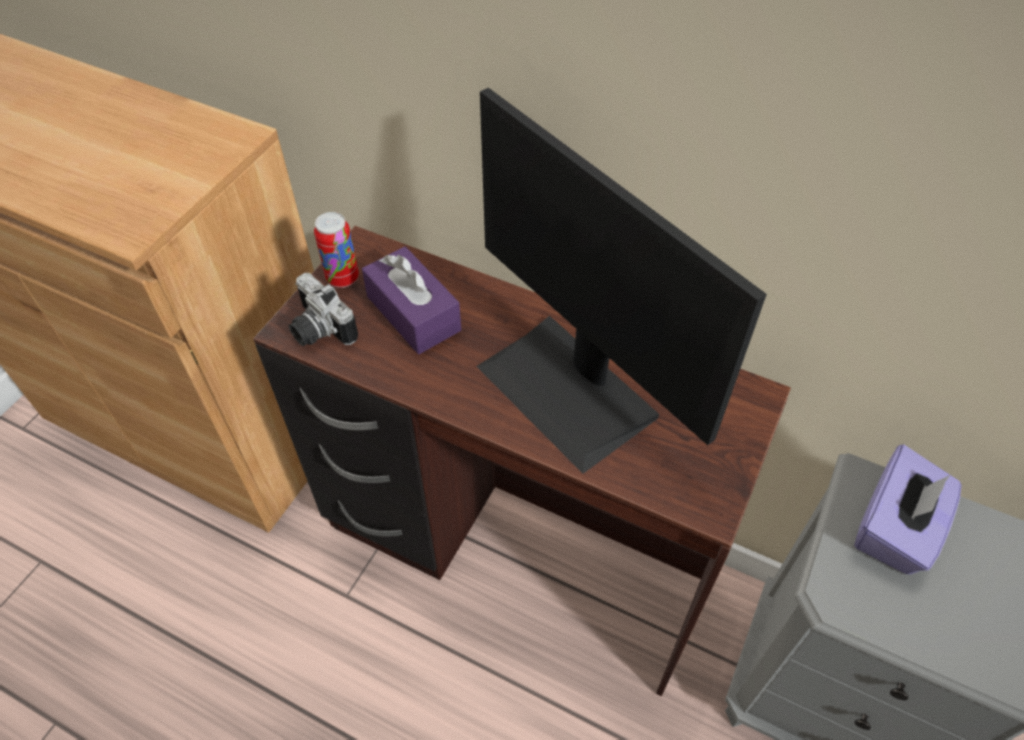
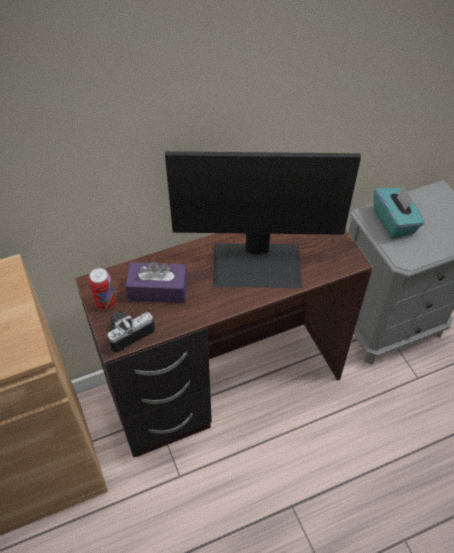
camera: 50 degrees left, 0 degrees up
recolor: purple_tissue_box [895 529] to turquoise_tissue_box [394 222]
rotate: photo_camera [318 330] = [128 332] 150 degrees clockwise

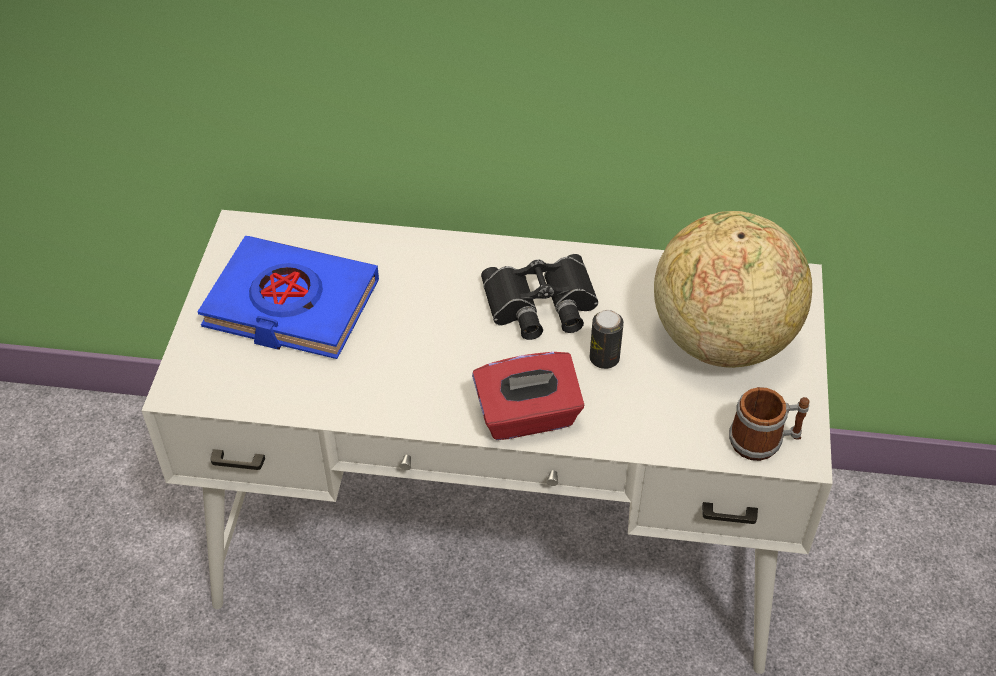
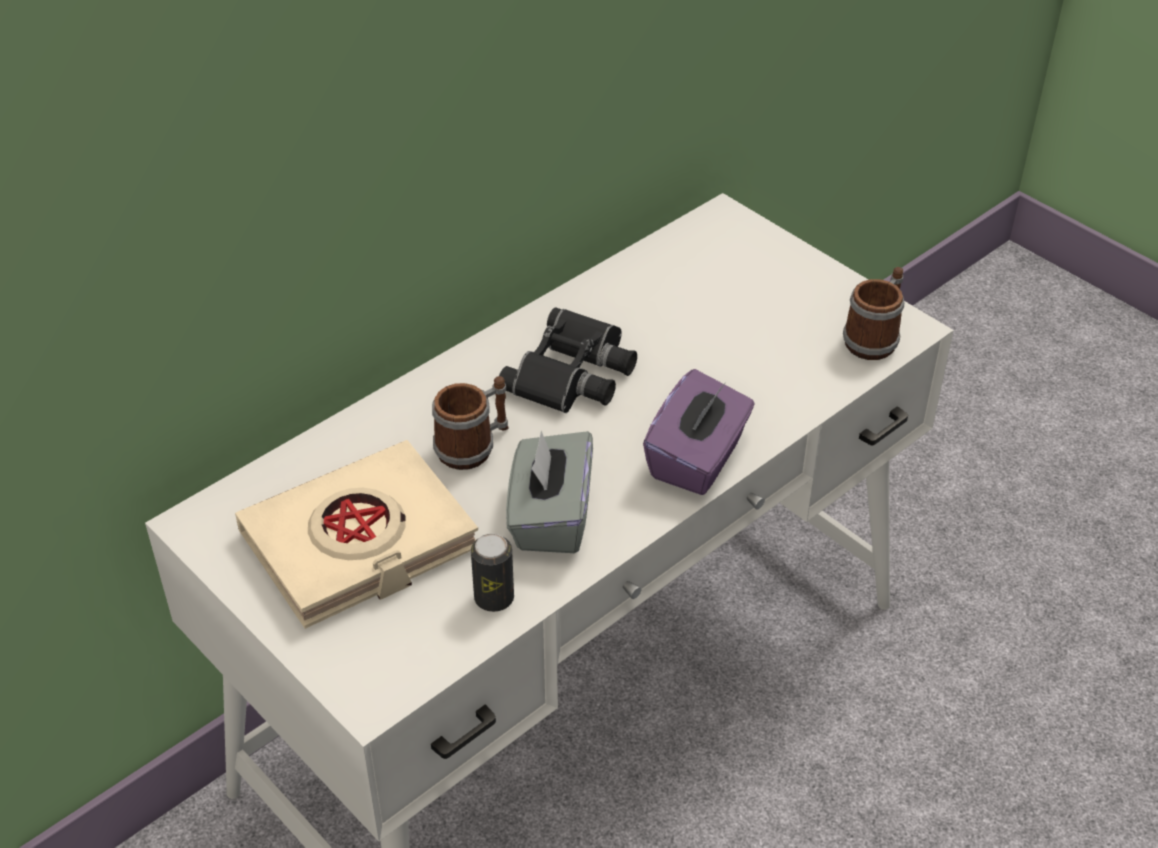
camera: 50 degrees left, 5 degrees down
delete: globe [721 339]
insert: mug [474 446]; grey_tissue_box [550 517]
move: can [604 358] to [494 598]
recolor: blue_book [291 305] to beige_book [359 543]; red_tissue_box [527 417] to purple_tissue_box [698 459]

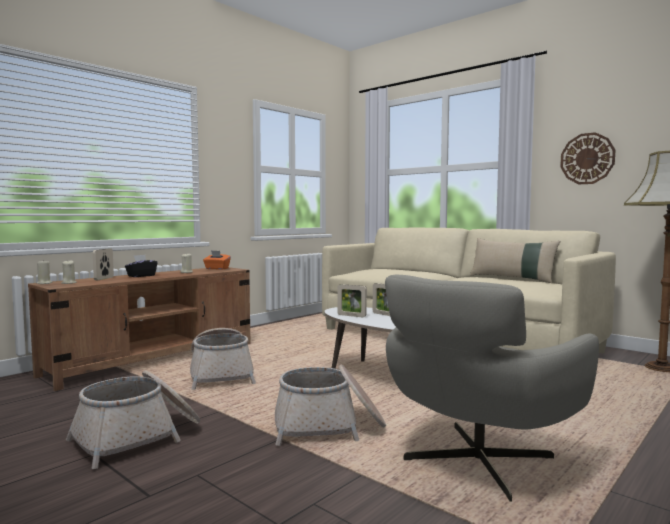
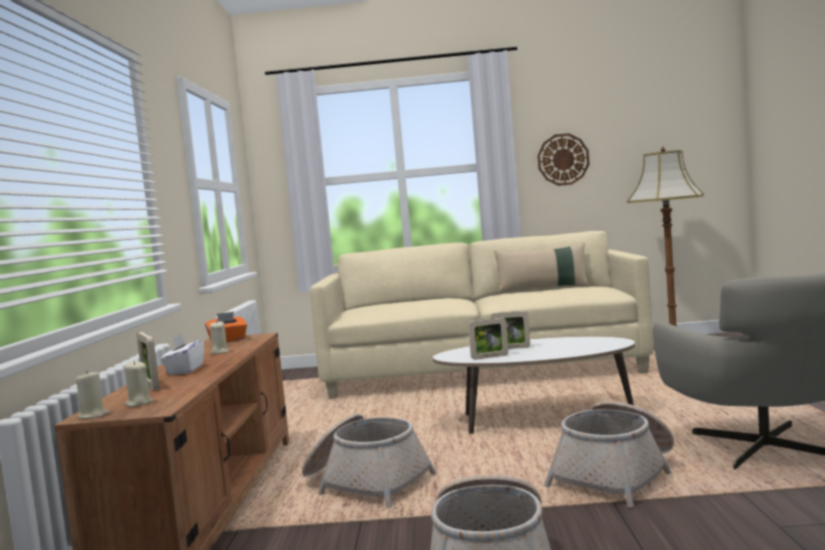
camera: 40 degrees left, 0 degrees up
recolor: black_tissue_box [141 276] to white_tissue_box [185 370]

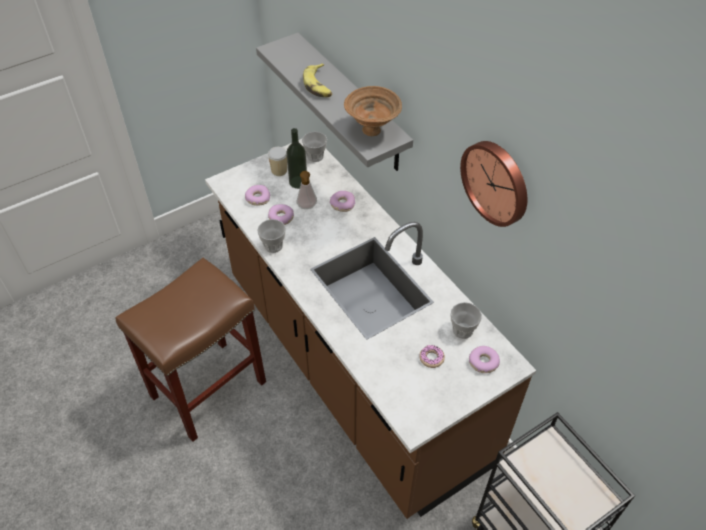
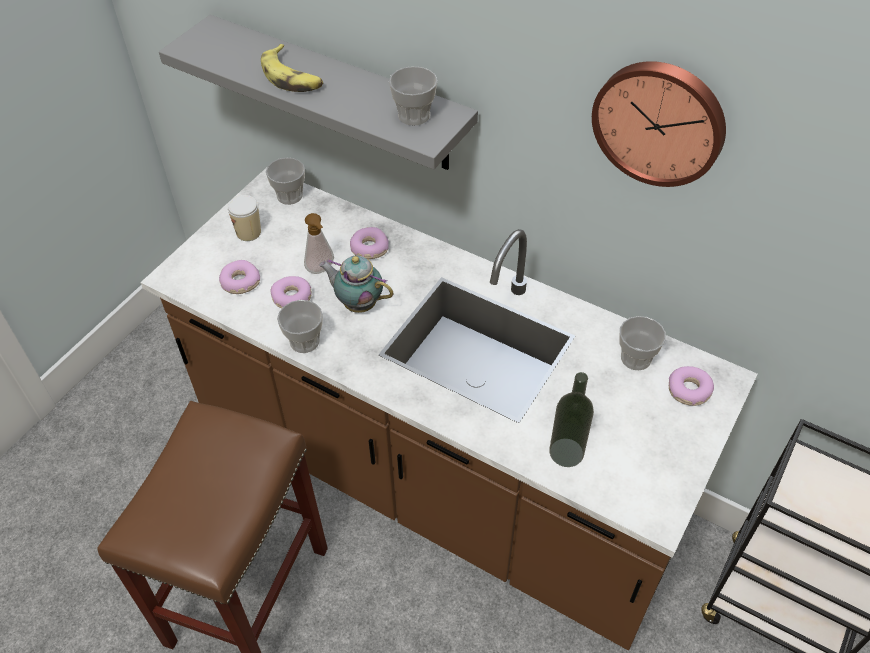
camera: 25 degrees left, 0 degrees up
delete: donut [431 358]
insert: teapot [358 304]
move: bottle [298 182] to [566 452]
replace: brown_bowl [373 131] to cup [414 115]

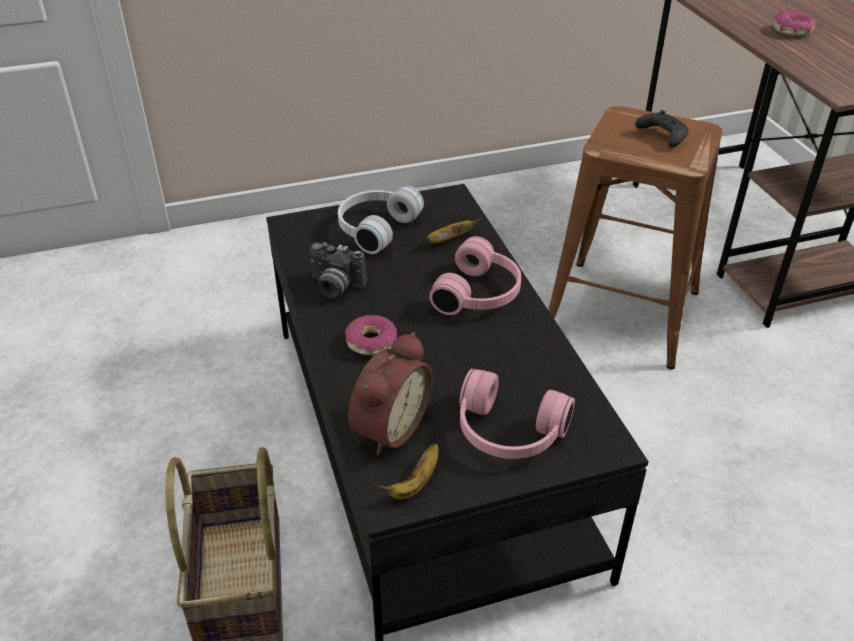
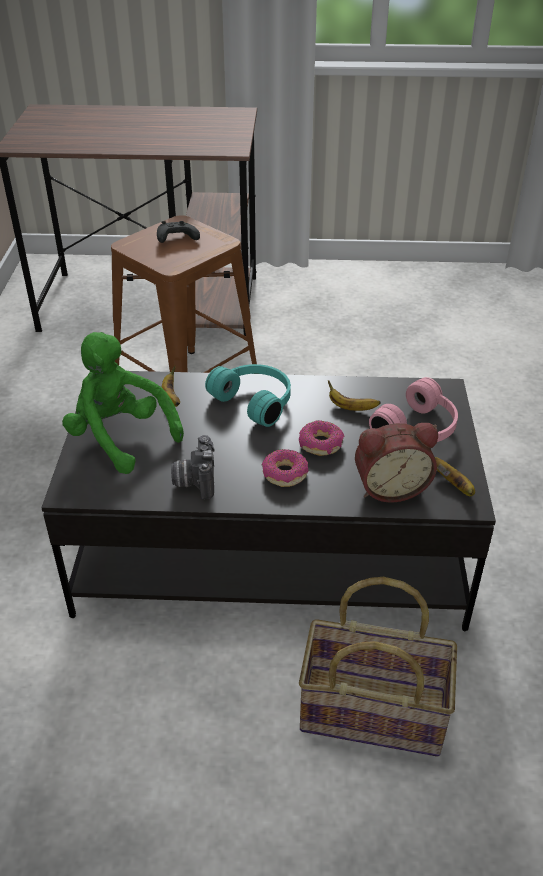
camera: 70 degrees left, 0 degrees up
insert: banana [350 408]
move: donut [791 31] to [321 444]
replace: white_headphones [374 228] to green_plush_toy [120 437]
recolor: pink_headphones [480 294] to turquoise_headphones [256 401]
rotate: photo_camera [334 287] = [194 480] 135 degrees clockwise; alarm_clock [387 427] = [390 487] 120 degrees clockwise

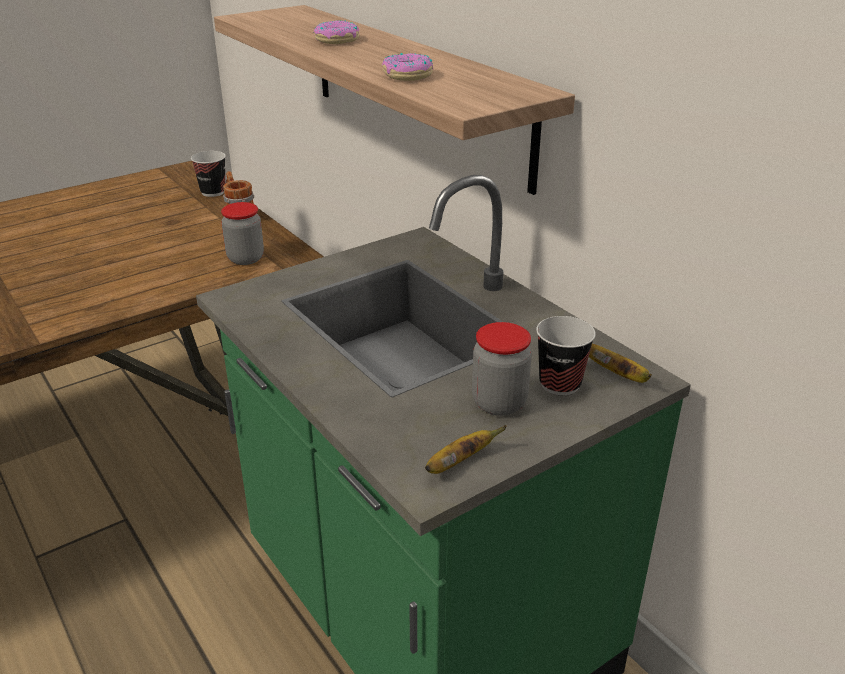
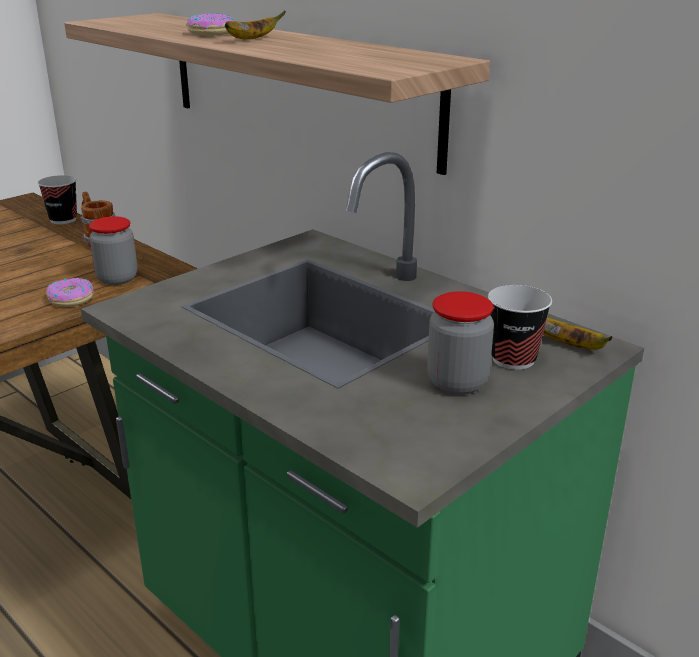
camera: 10 degrees left, 5 degrees down
move: donut [407 75] to [71 299]; banana [459 462] to [251 39]

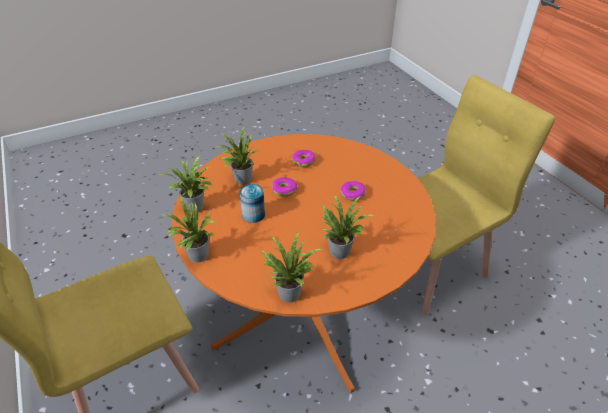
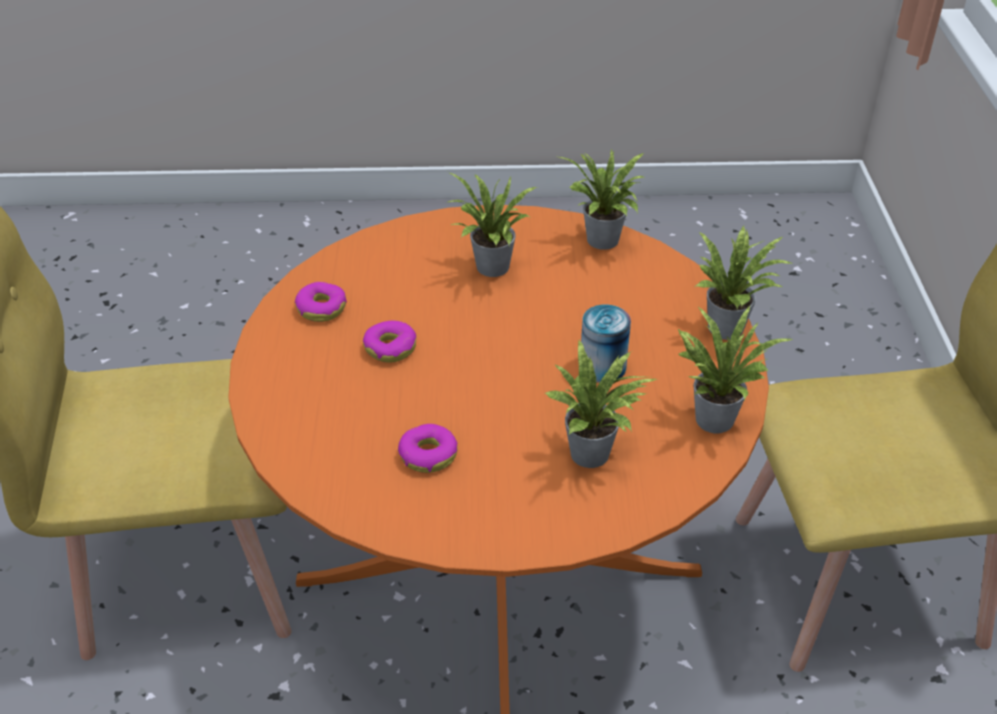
camera: 155 degrees left, 0 degrees up
move: donut [284 190] to [321 308]

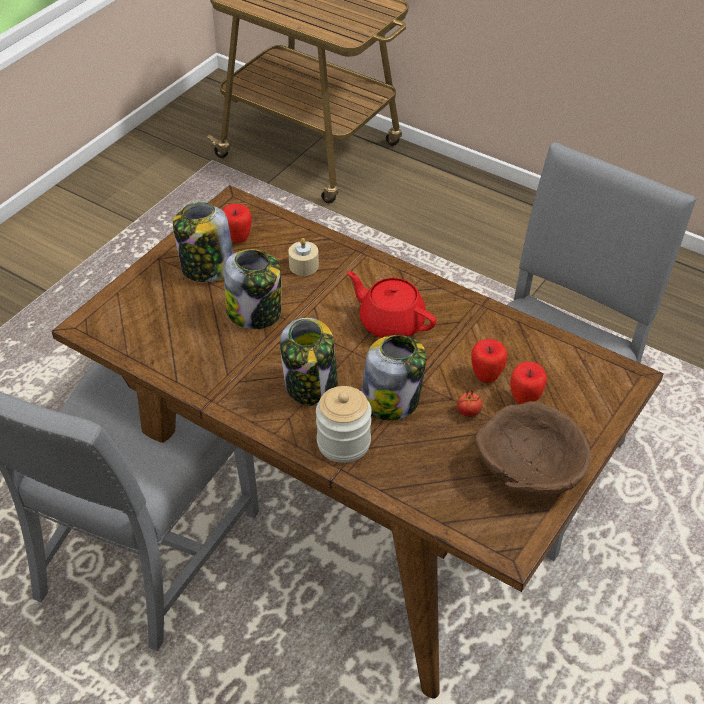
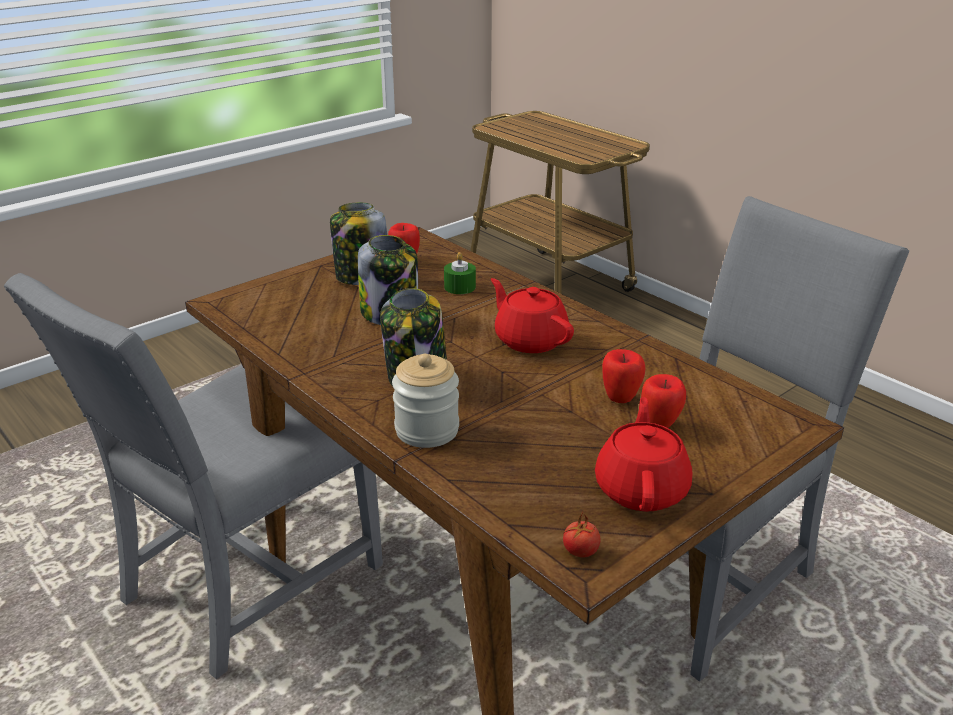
camera: 15 degrees right, 15 degrees down
delete: jar [391 401]
move: tomato [468 412] to [580 552]
replace: brown_bowl [529 467] to red_teapot [641 488]
recolor: beige_candle [304 265] to green_candle [460 287]

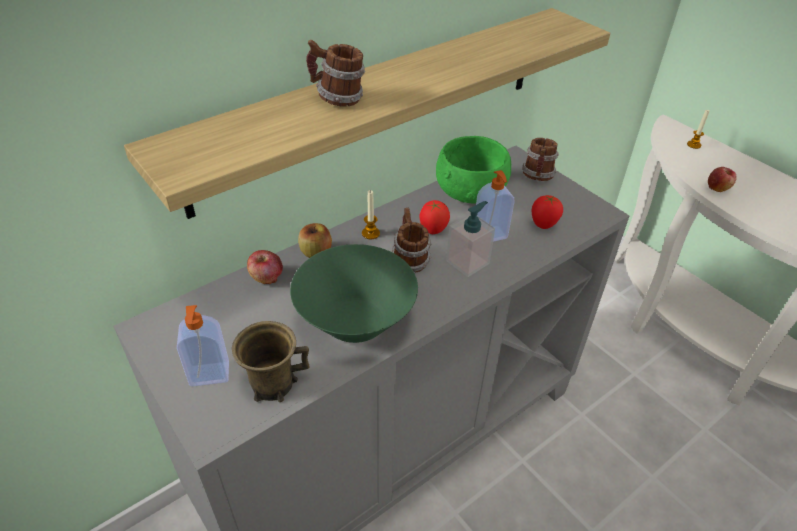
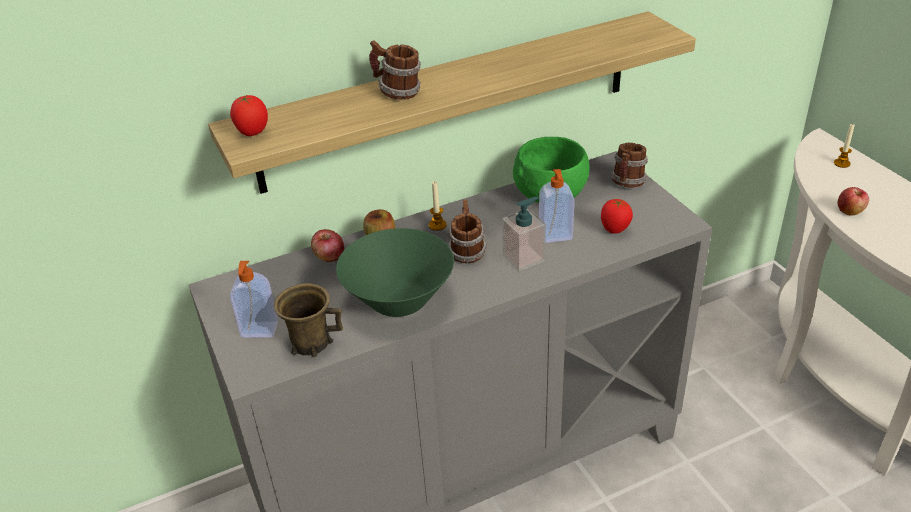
camera: 15 degrees right, 5 degrees down
move: tomato [433 230] to [252 133]

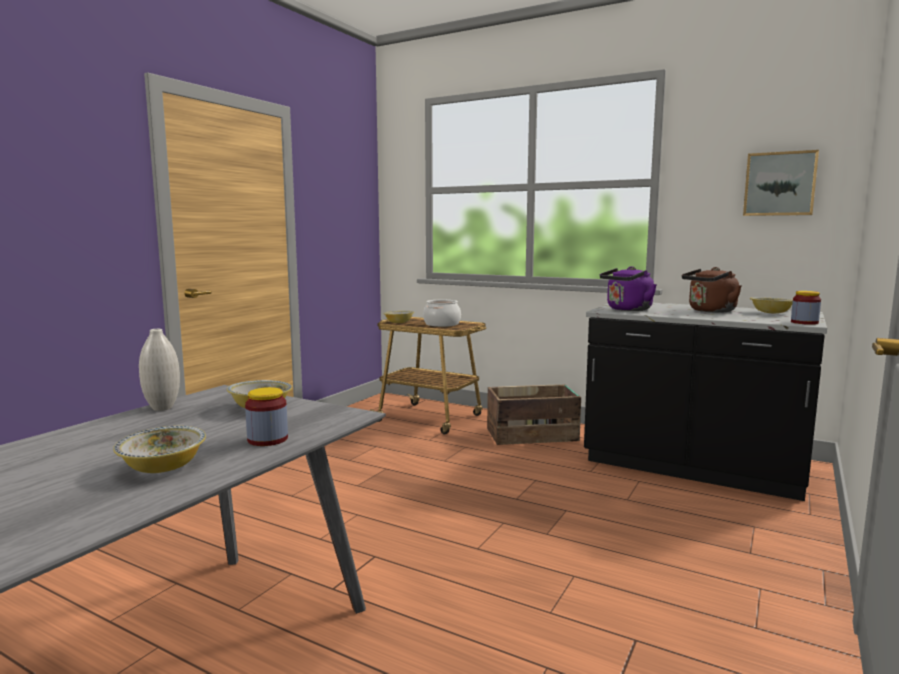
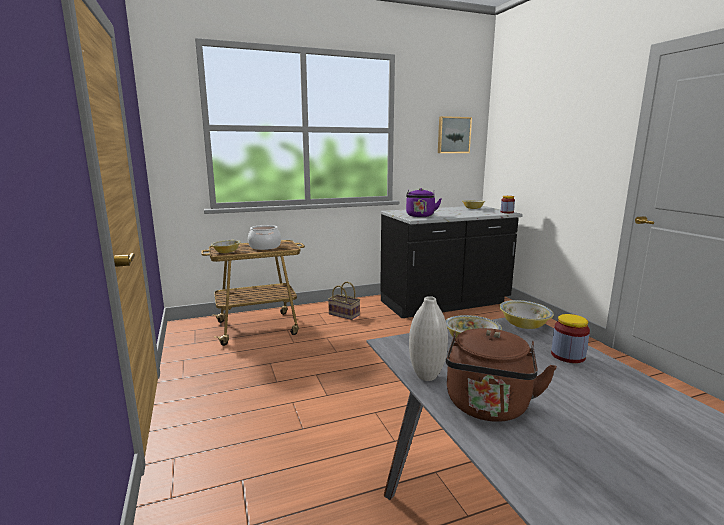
camera: 50 degrees left, 5 degrees up
move: brown_kettle [710 311] to [488 408]; bowl [163 467] to [524 325]
replace: crate [533 435] to basket [345 314]

